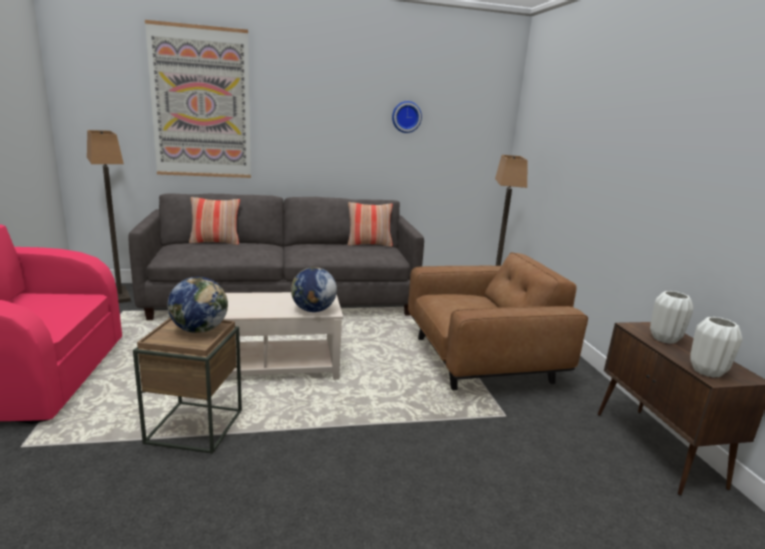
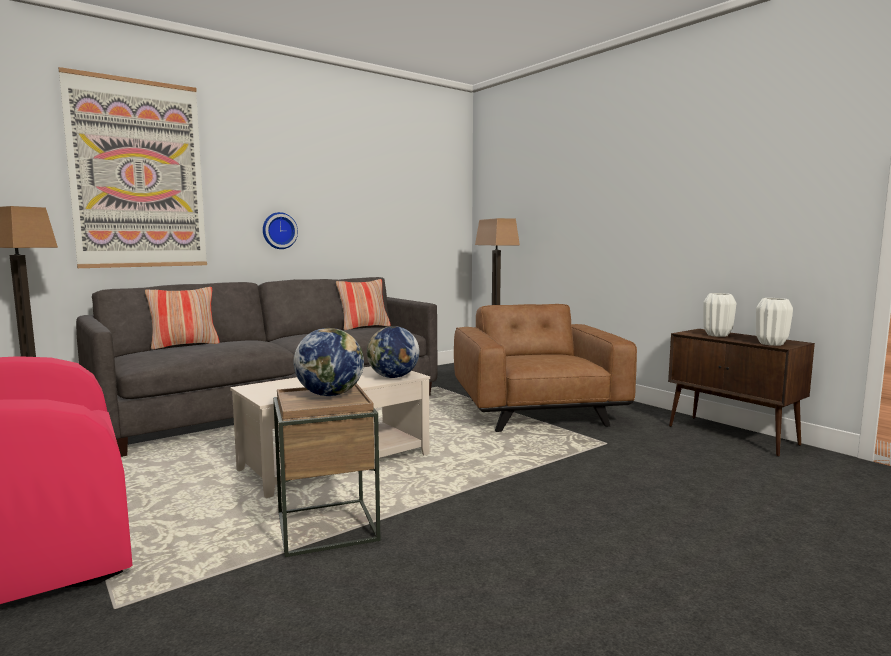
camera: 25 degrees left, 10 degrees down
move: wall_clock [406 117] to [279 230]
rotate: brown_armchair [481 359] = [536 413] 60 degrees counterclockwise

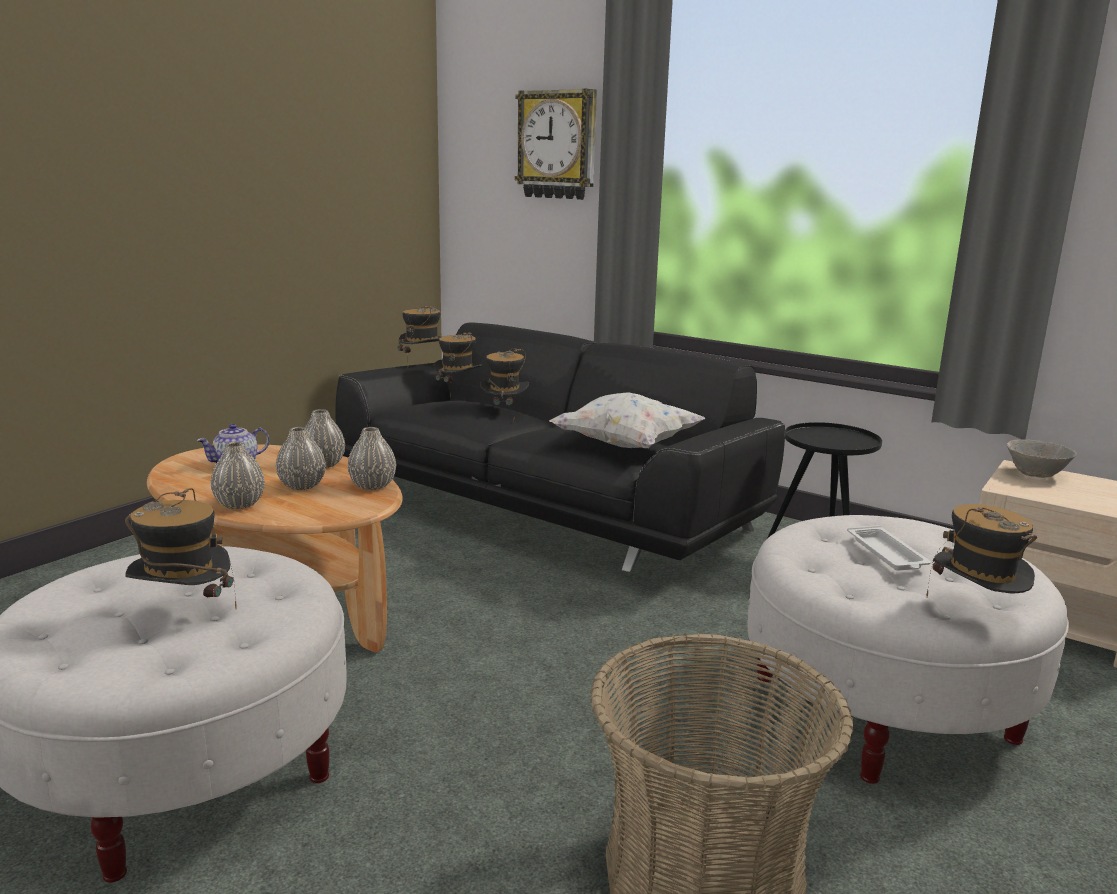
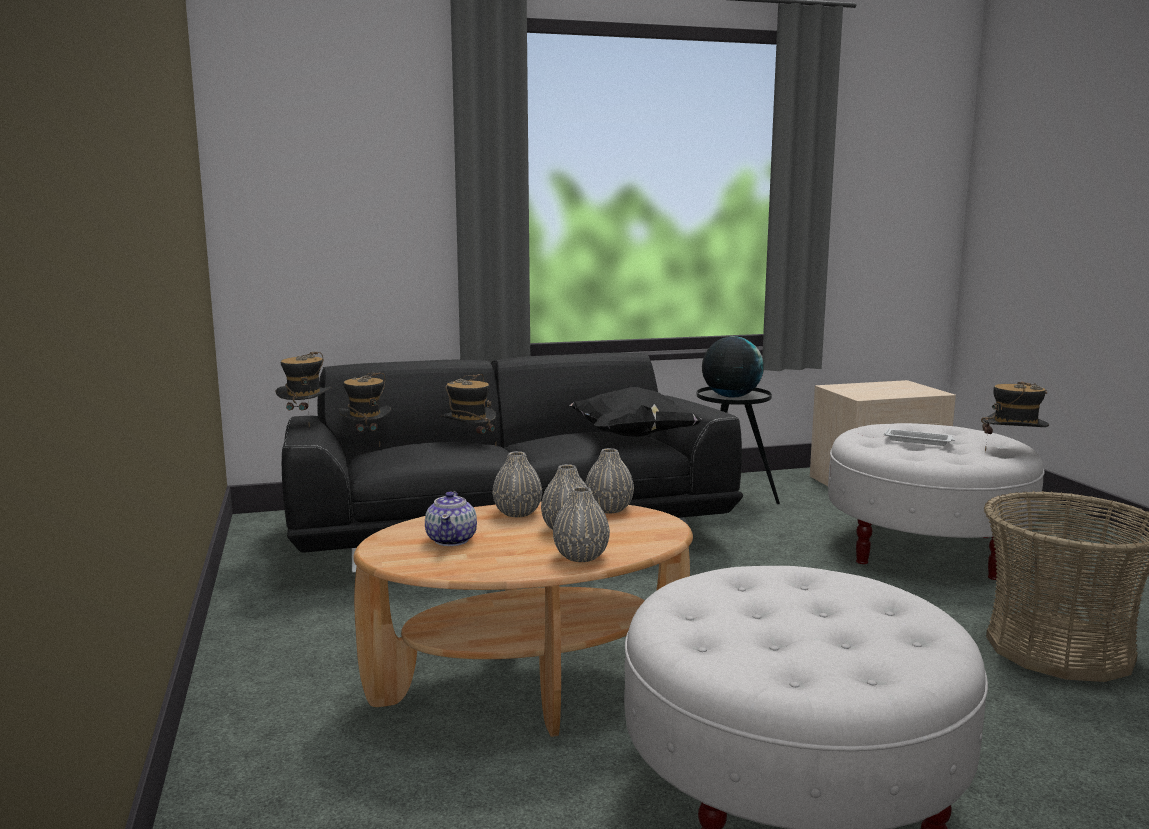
camera: 50 degrees left, 5 degrees down
delete: wall_clock [557 145]; grey_bowl [1035 474]; hat [184 613]
insert: globe [731 396]
recolor: white_pillow [625 446] to black_pillow [632 436]

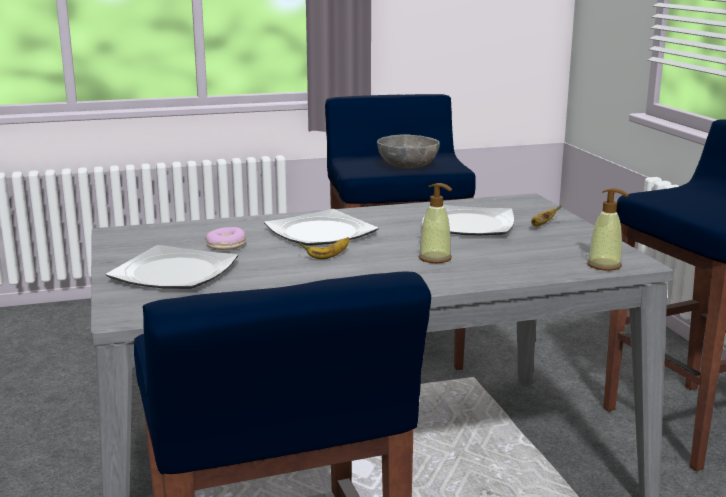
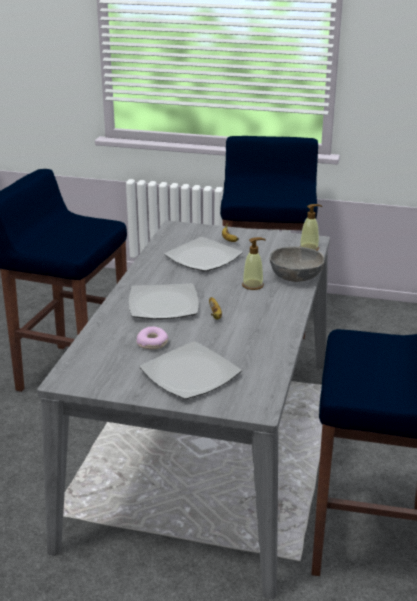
camera: 60 degrees left, 10 degrees up
move: grey_bowl [407 166] to [296 277]

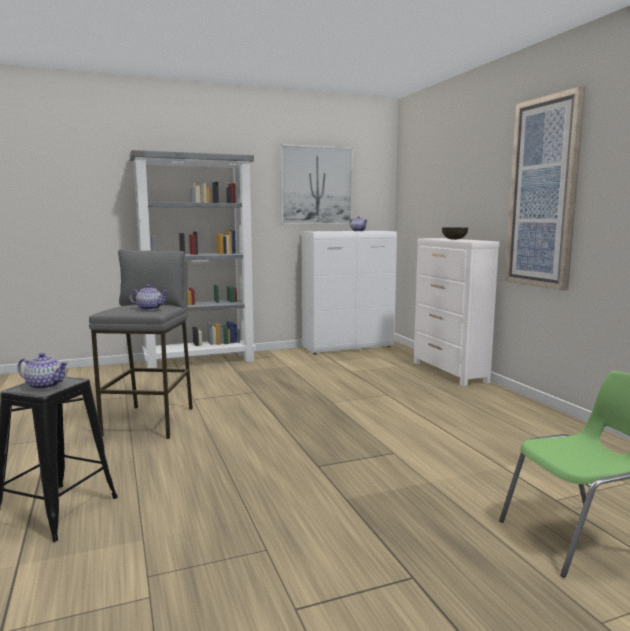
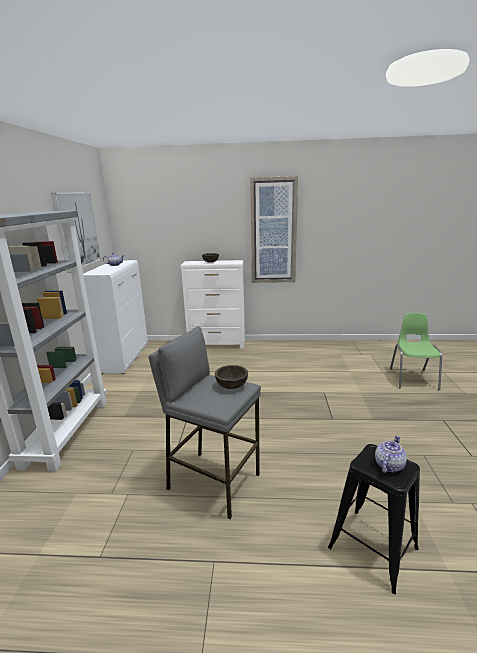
camera: 65 degrees left, 10 degrees up
replace: teapot [149 308] to brown_bowl [231 386]

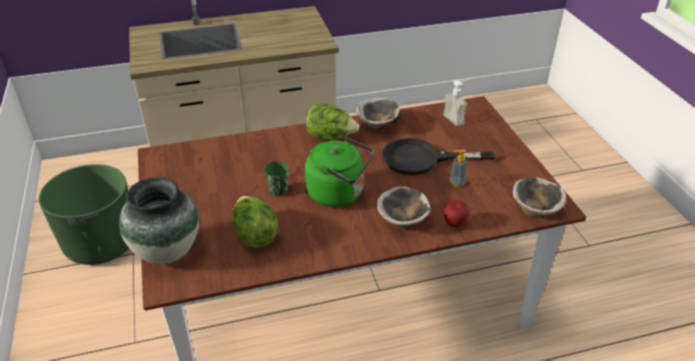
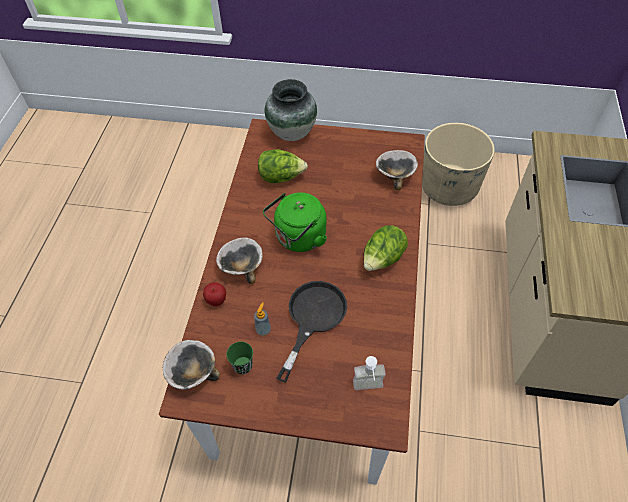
camera: 115 degrees right, 15 degrees up
move: bowl [378 125] to [395 176]; green_cup [278 190] to [243 366]
recolor: green_planter [101 243] to beige_planter [448 187]

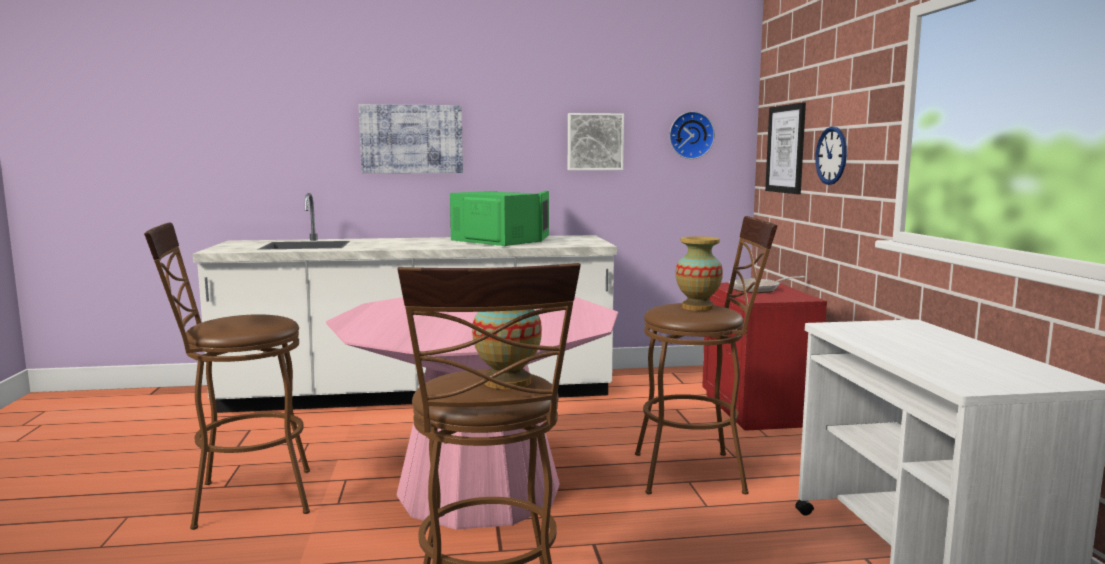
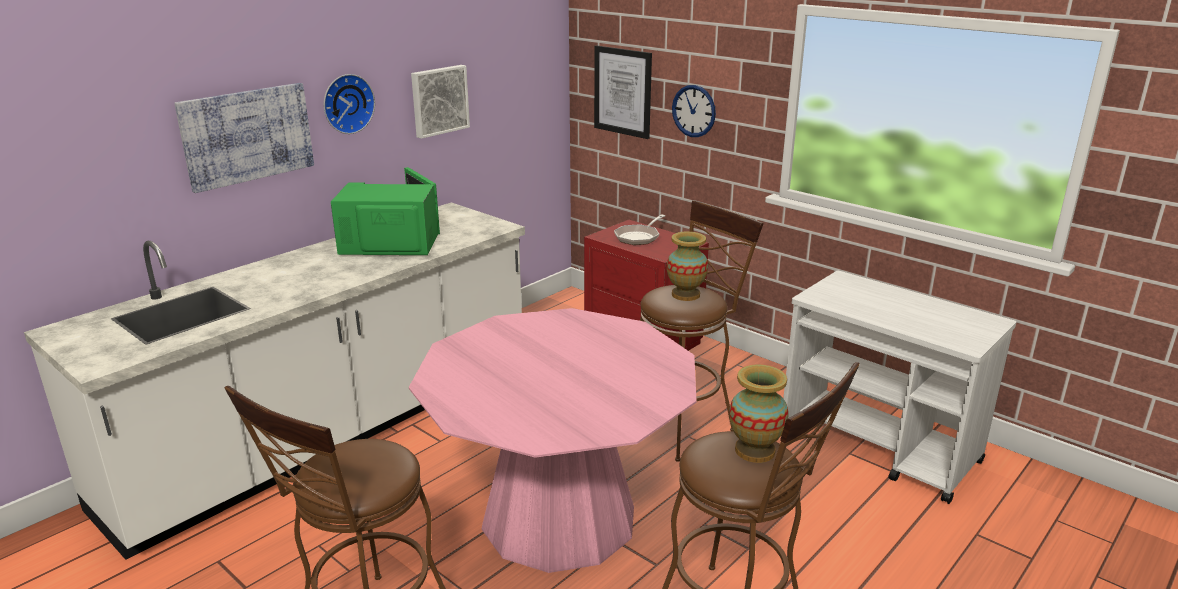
camera: 40 degrees left, 15 degrees up
move: wall_clock [690 135] to [346 103]

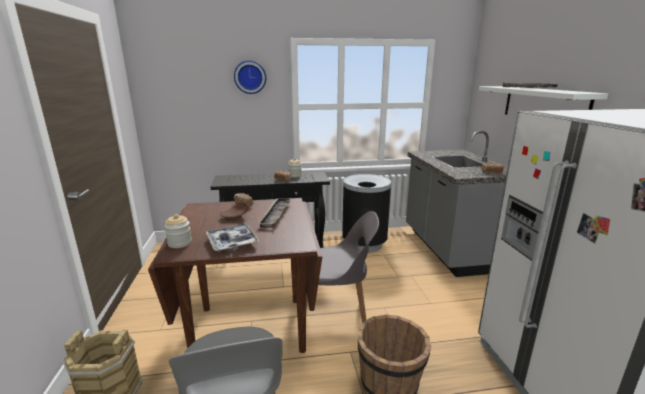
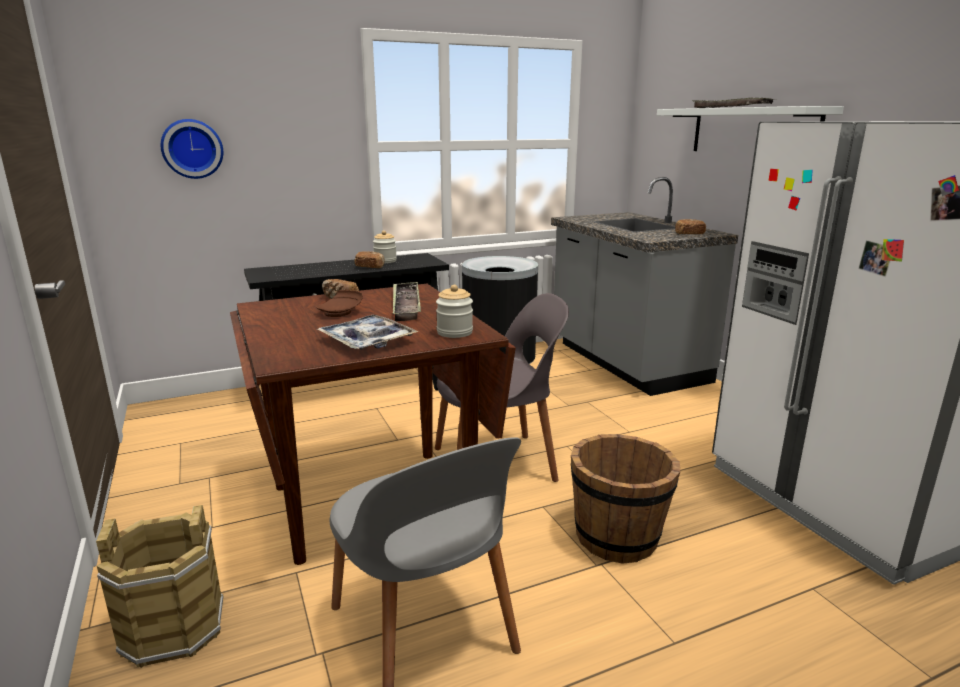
camera: 15 degrees left, 0 degrees up
move: wall_clock [250 77] to [192 149]; jar [179 243] to [454 332]

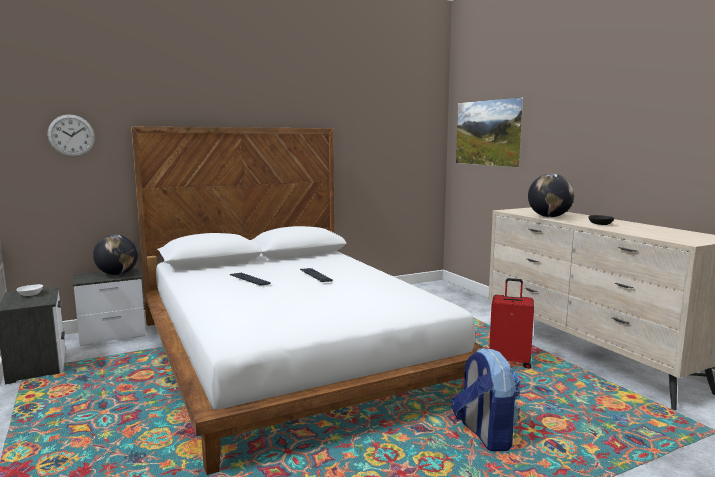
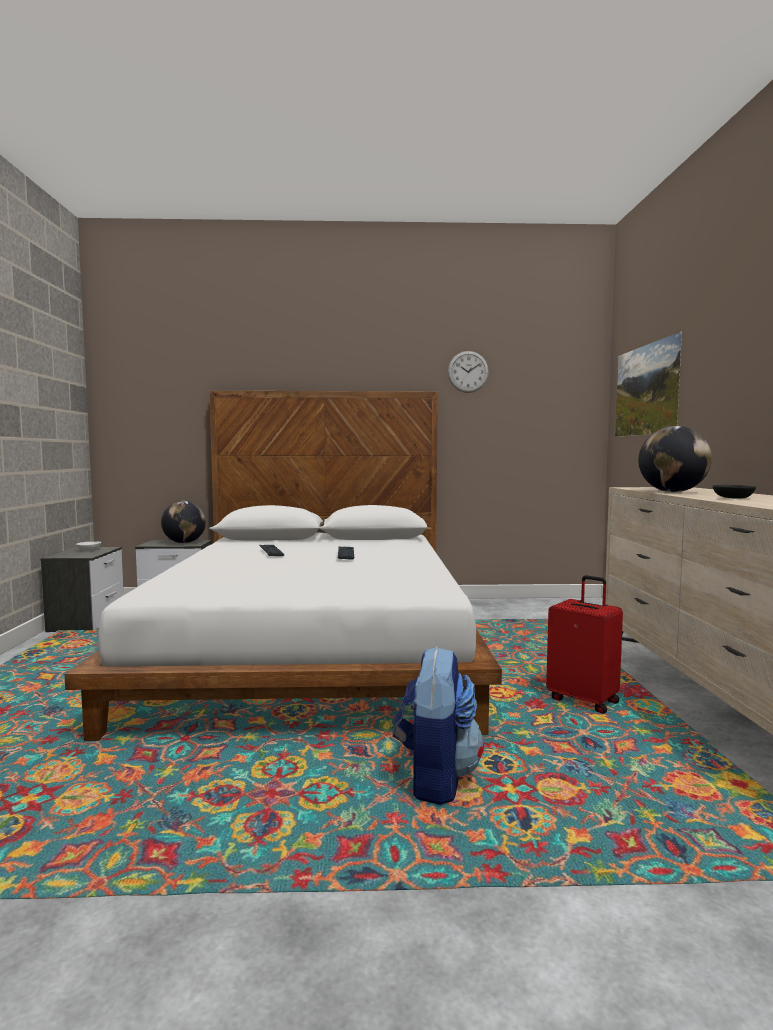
camera: 25 degrees right, 5 degrees down
move: wall_clock [71 135] to [468 372]

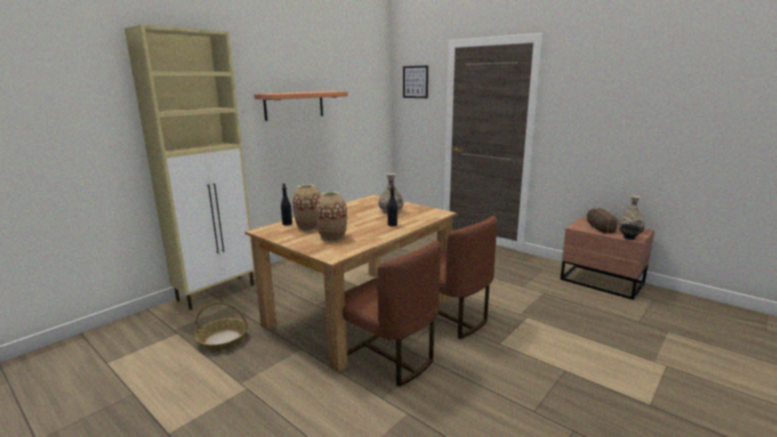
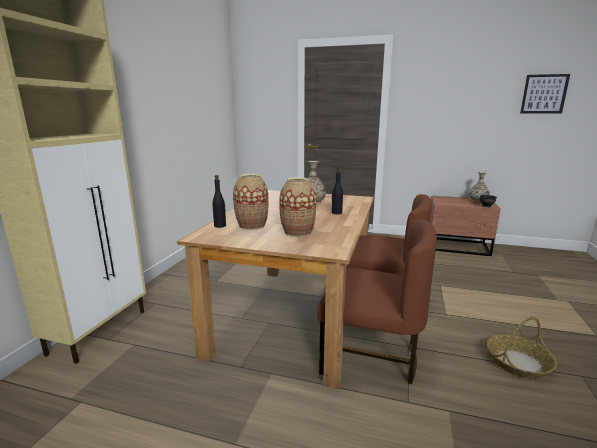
camera: 25 degrees left, 0 degrees up
delete: shelf [294 105]; bread [598 228]
move: picture [415 82] to [544 94]; basket [223 339] to [518 362]

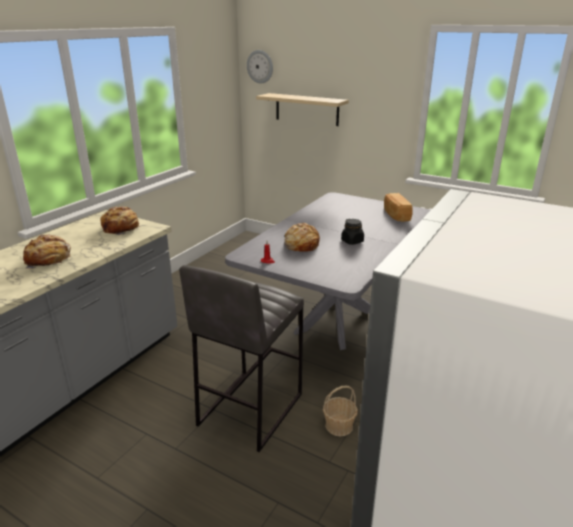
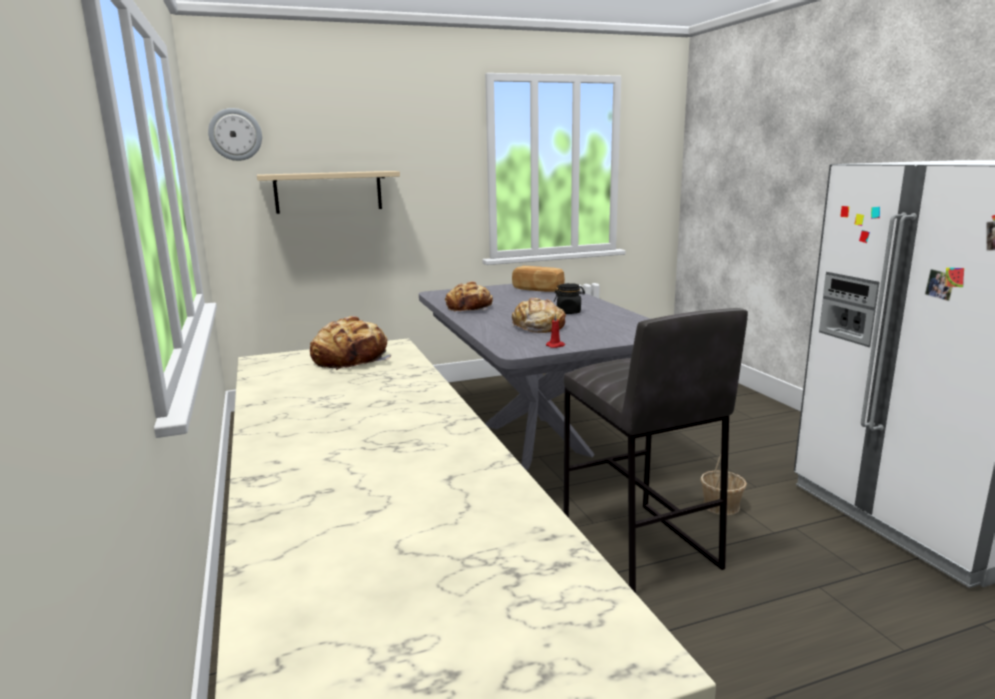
camera: 50 degrees left, 10 degrees down
move: bread [49 260] to [470 308]

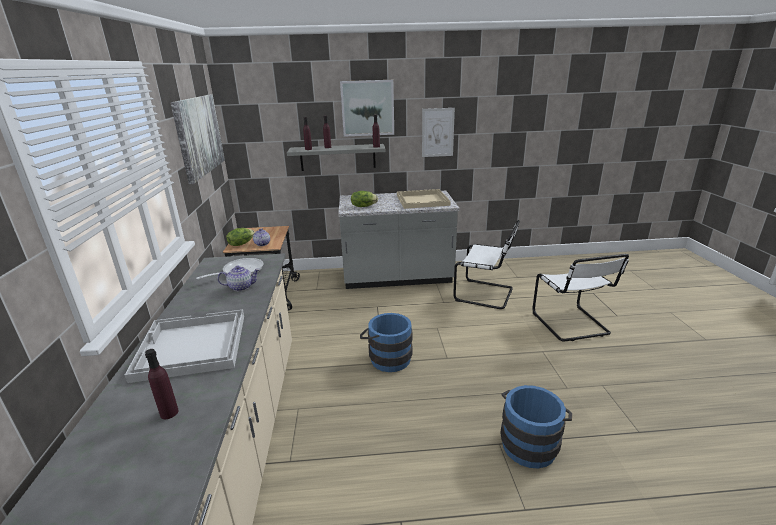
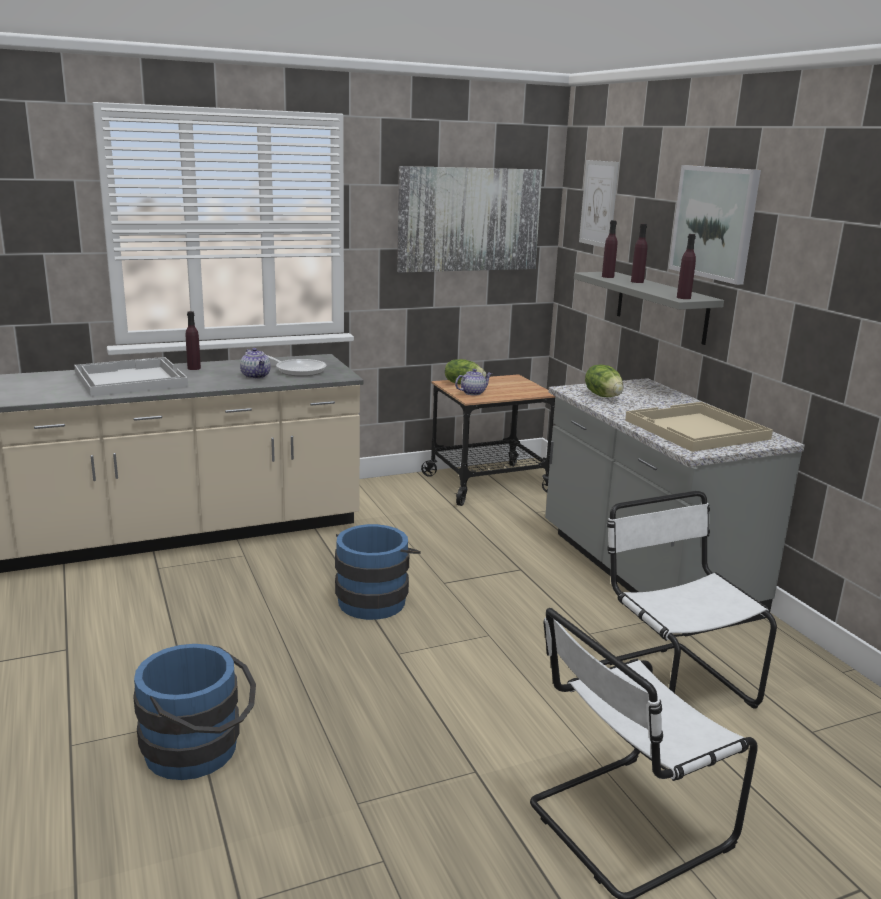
camera: 70 degrees right, 5 degrees down
move: picture [437 132] to [598 203]; purple_bottle [169 413] to [194 368]
rotate: white_chair [486 294] = [668 685] 150 degrees clockwise

